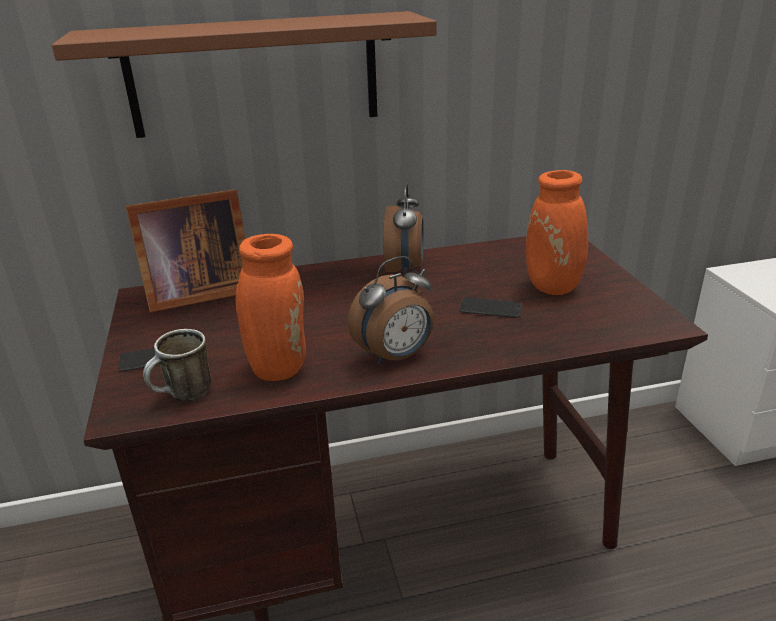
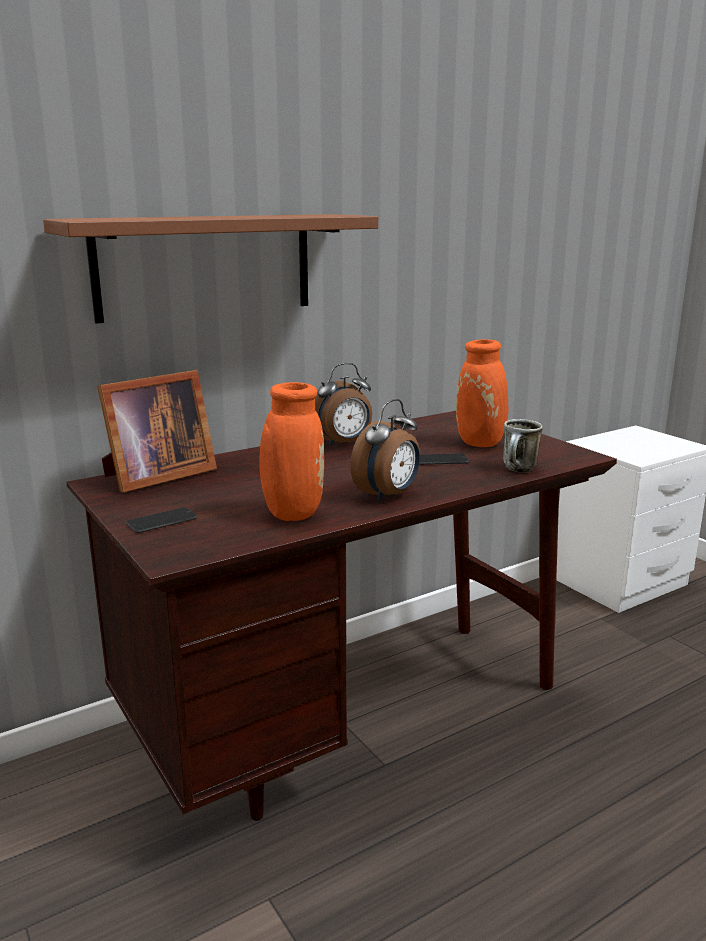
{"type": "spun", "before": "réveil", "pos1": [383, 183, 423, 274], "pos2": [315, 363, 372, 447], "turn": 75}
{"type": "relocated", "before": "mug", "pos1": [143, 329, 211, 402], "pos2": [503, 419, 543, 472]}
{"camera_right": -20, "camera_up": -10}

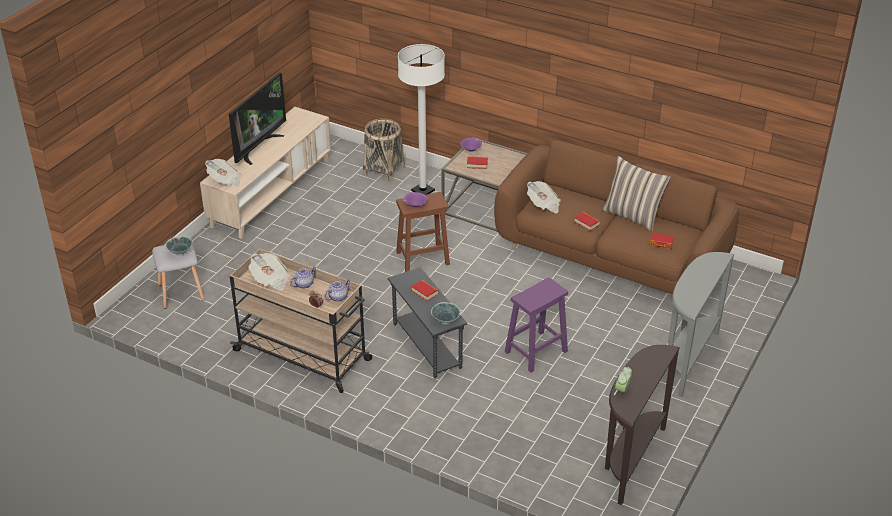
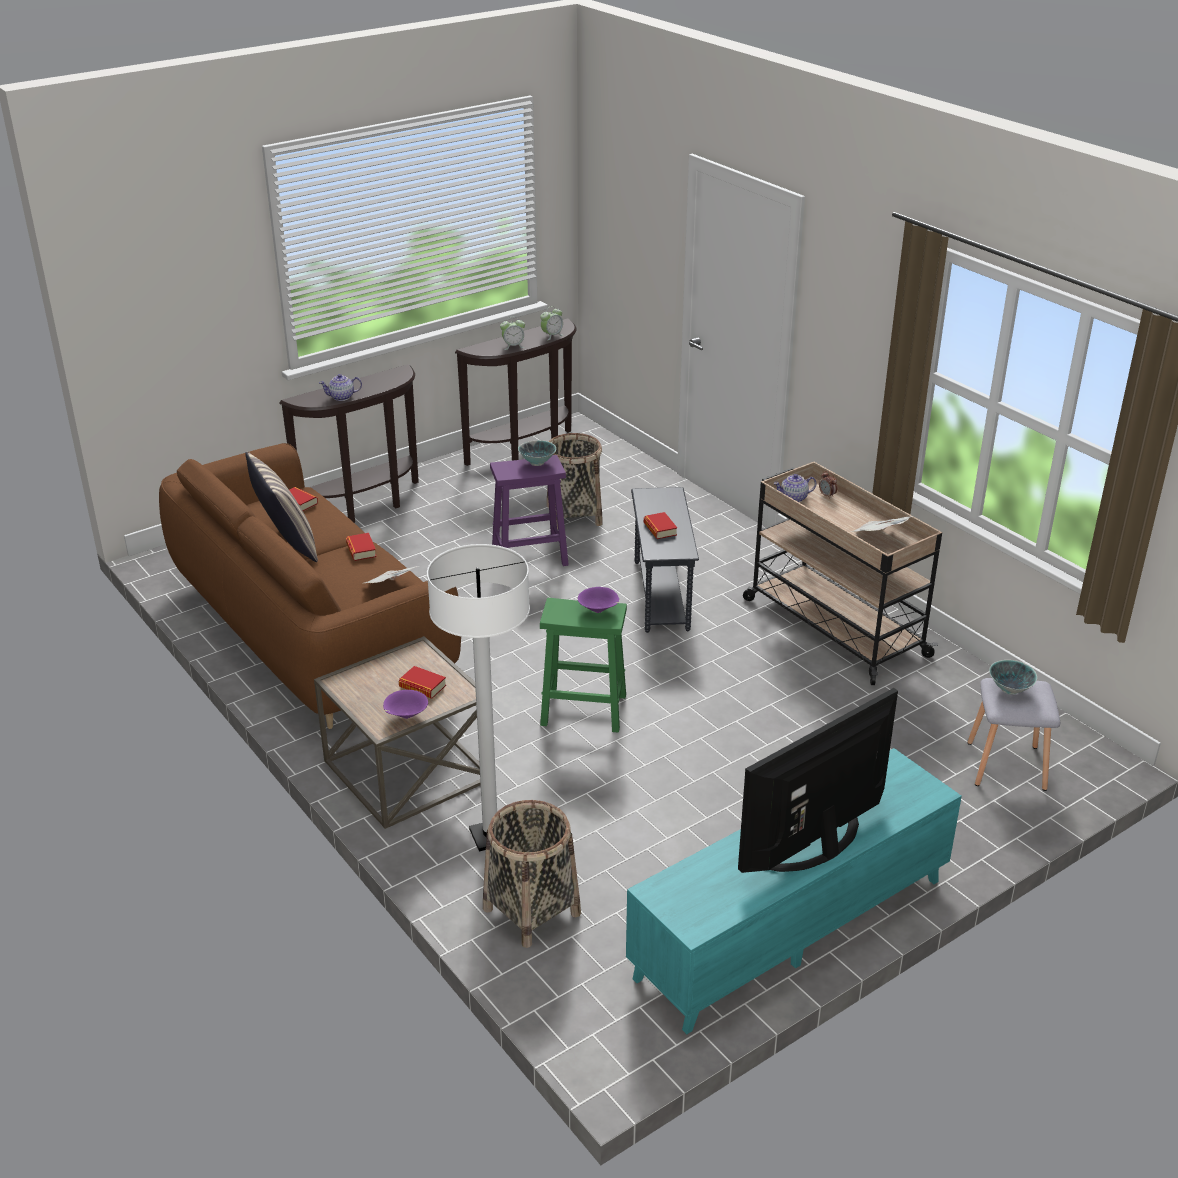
{"type": "colour", "before": "meuble télé/beige", "after": "meuble télé/turquoise", "pos1": [200, 107, 331, 239], "pos2": [626, 748, 962, 1034]}
{"type": "missing", "before": "journal", "pos1": [205, 159, 241, 187]}
{"type": "colour", "before": "tabouret/marron", "after": "tabouret/vert", "pos1": [396, 192, 450, 272], "pos2": [540, 598, 627, 733]}
{"type": "colour", "before": "table console/gris", "after": "table console/marron", "pos1": [668, 252, 734, 397], "pos2": [279, 364, 419, 523]}
{"type": "relocated", "before": "théière", "pos1": [290, 267, 317, 289], "pos2": [319, 374, 362, 401]}
{"type": "relocated", "before": "bol", "pos1": [431, 302, 460, 324], "pos2": [518, 440, 556, 466]}
{"type": "appeared", "after": "réveil", "pos2": [500, 319, 525, 350]}
{"type": "appeared", "after": "panier", "pos2": [547, 433, 603, 529]}
{"camera_right": -155, "camera_up": -5}

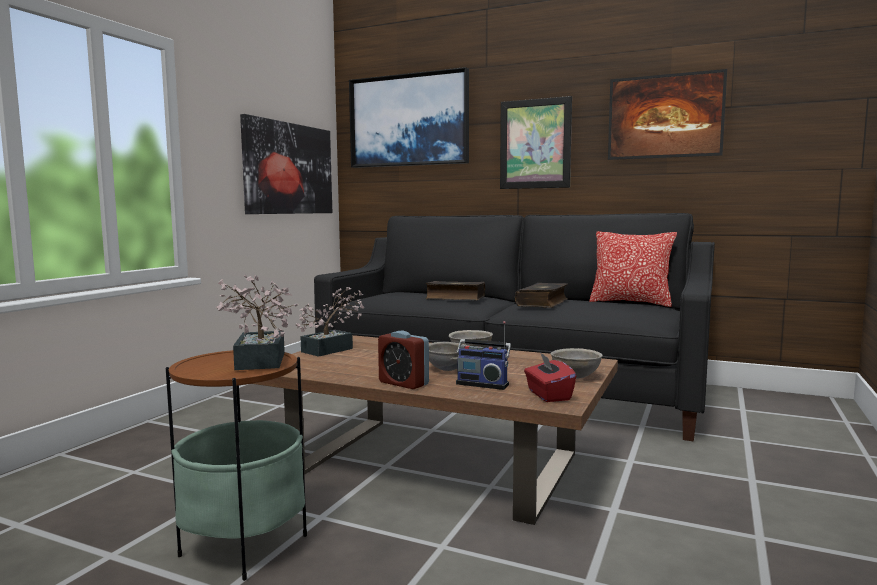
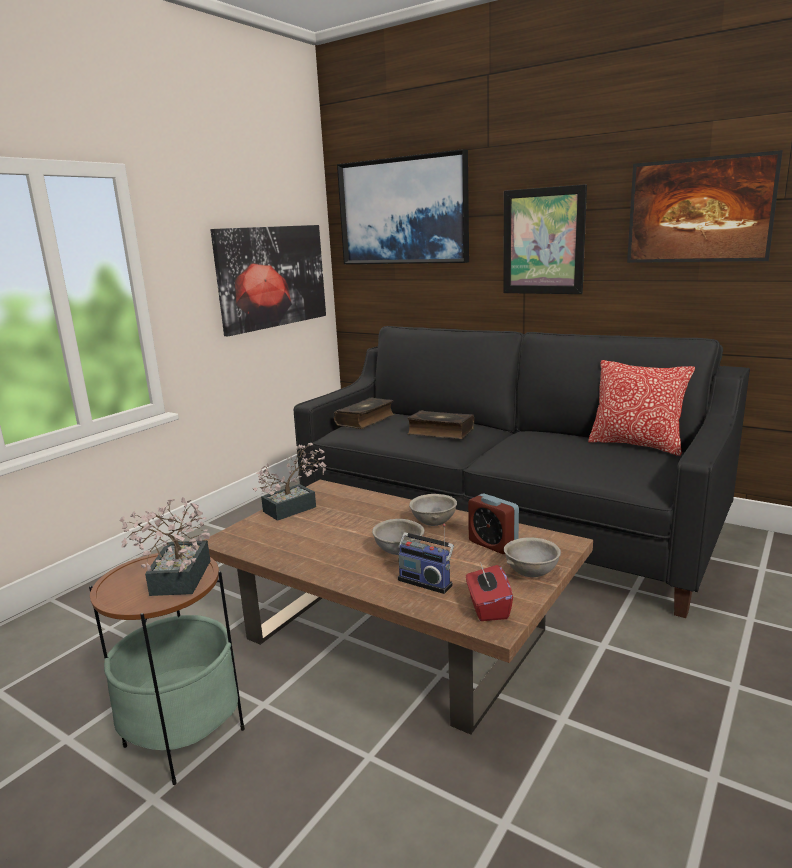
{"type": "relocated", "before": "livre", "pos1": [515, 283, 568, 308], "pos2": [334, 398, 395, 429]}
{"type": "relocated", "before": "réveil", "pos1": [378, 331, 429, 389], "pos2": [468, 493, 519, 554]}
{"camera_right": 10, "camera_up": 10}

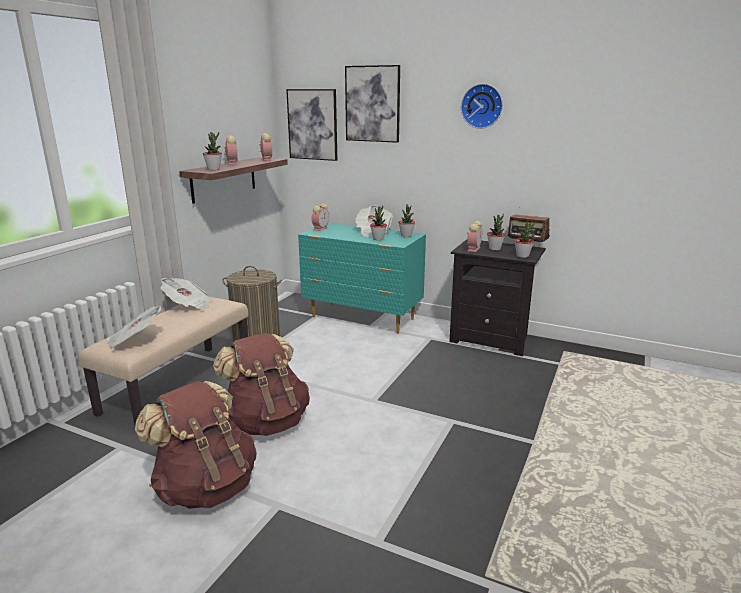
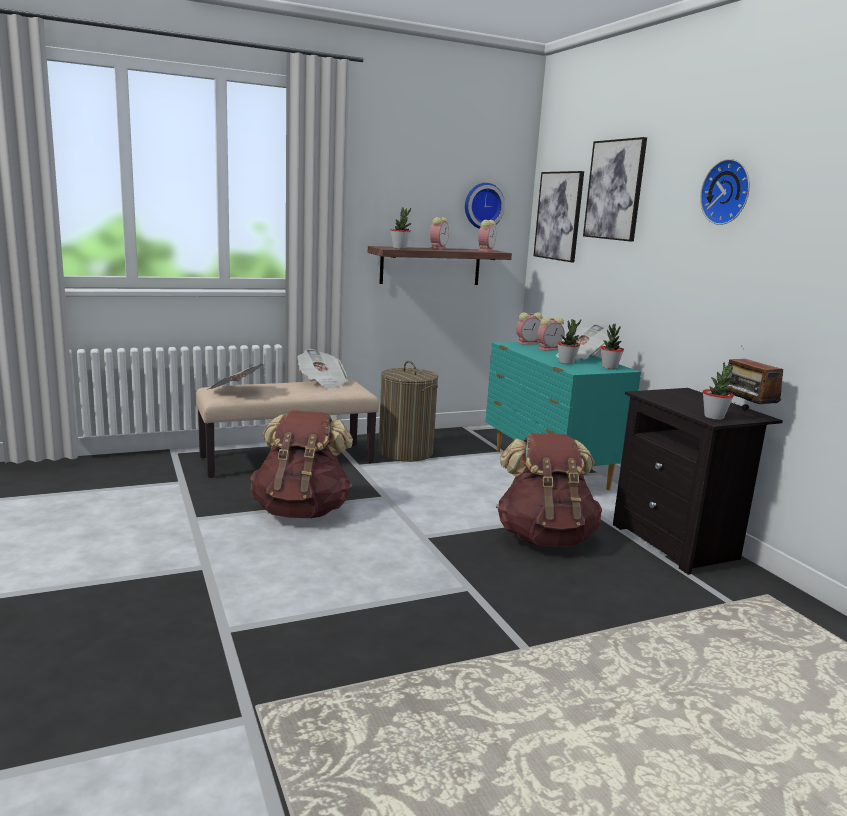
{"type": "missing", "before": "plante en pot", "pos1": [487, 214, 505, 250]}
{"type": "relocated", "before": "réveil", "pos1": [467, 221, 482, 252], "pos2": [537, 317, 565, 351]}
{"type": "relocated", "before": "sac à dos/marron", "pos1": [135, 381, 257, 509], "pos2": [496, 434, 602, 547]}
{"type": "appeared", "after": "horloge murale", "pos2": [465, 183, 505, 229]}
{"camera_right": 40, "camera_up": -5}

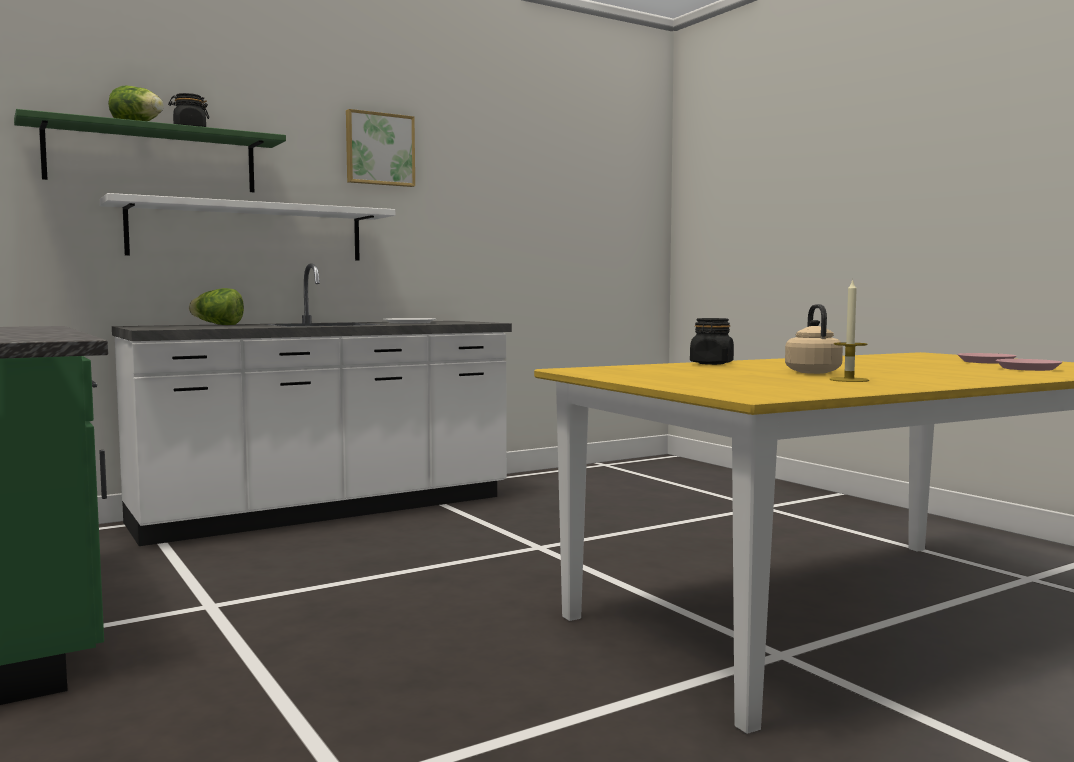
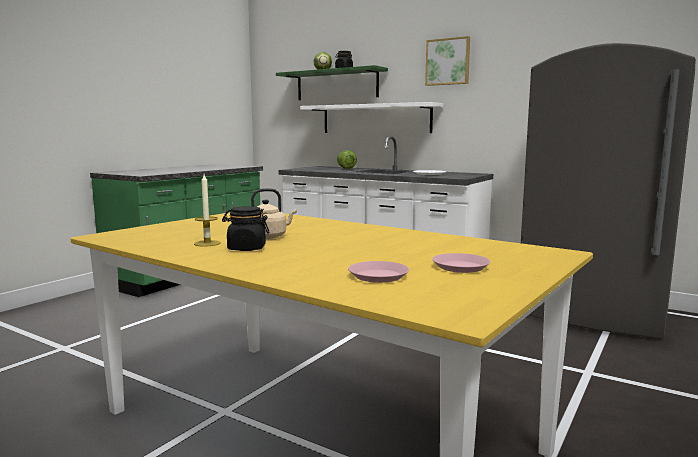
{"type": "relocated", "before": "bocal/noir", "pos1": [690, 318, 734, 365], "pos2": [222, 206, 269, 251]}
{"type": "appeared", "after": "réfrigérateur/gris", "pos2": [521, 43, 696, 339]}
{"camera_right": 65, "camera_up": 5}

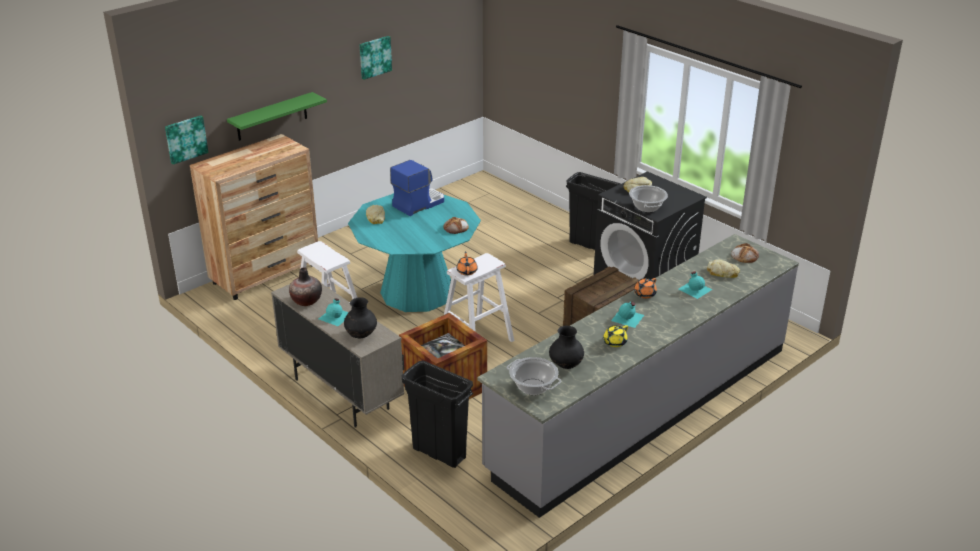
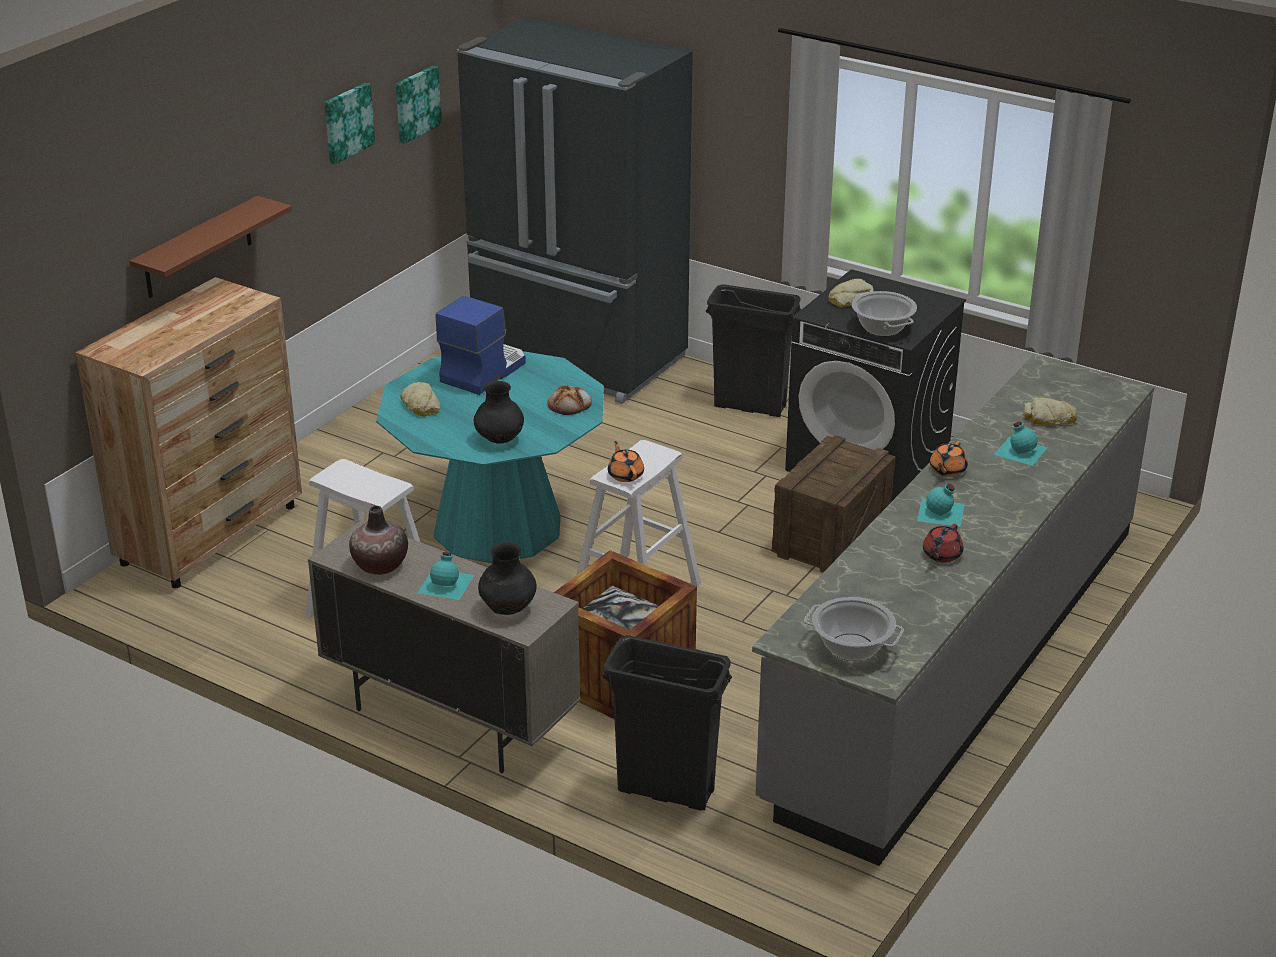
{"type": "colour", "before": "étagère/vert", "after": "étagère/marron", "pos1": [227, 92, 327, 141], "pos2": [129, 196, 292, 298]}
{"type": "relocated", "before": "tableau", "pos1": [165, 115, 208, 165], "pos2": [396, 65, 442, 144]}
{"type": "missing", "before": "pain", "pos1": [731, 243, 759, 263]}
{"type": "colour", "before": "théière/jaune", "after": "théière/rouge", "pos1": [602, 325, 628, 347], "pos2": [923, 524, 963, 563]}
{"type": "relocated", "before": "vase/noir", "pos1": [549, 326, 584, 369], "pos2": [474, 381, 524, 443]}
{"type": "appeared", "after": "réfrigérateur/noir", "pos2": [457, 16, 693, 404]}
{"camera_right": -15, "camera_up": 0}

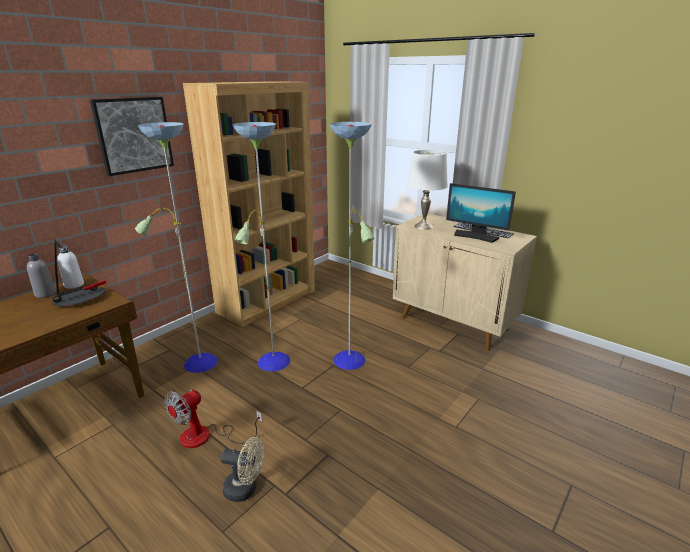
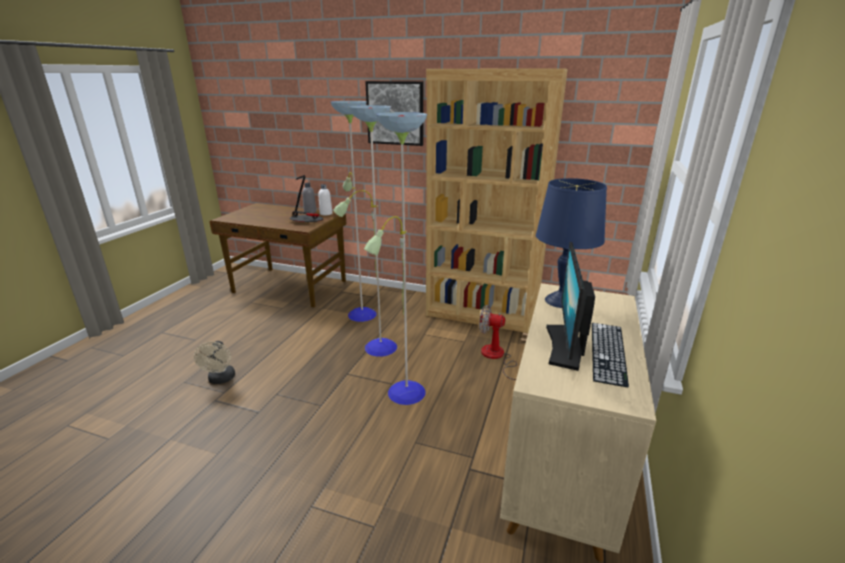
{"type": "colour", "before": "lampe de table/blanc", "after": "lampe de table/bleu", "pos1": [407, 150, 448, 230], "pos2": [536, 178, 607, 308]}
{"type": "relocated", "before": "ventilateur", "pos1": [164, 390, 262, 448], "pos2": [479, 305, 517, 380]}
{"camera_right": 70, "camera_up": 0}

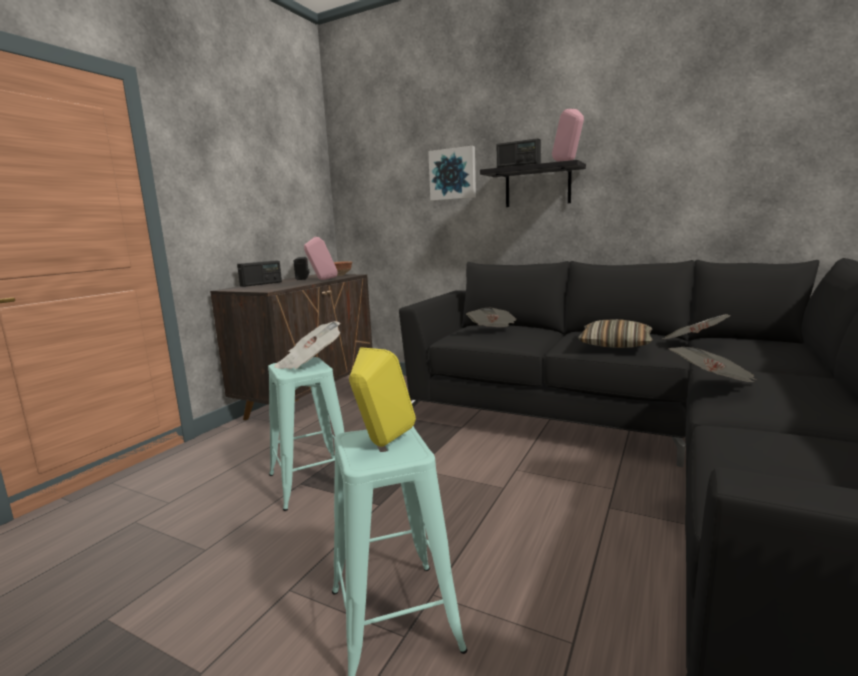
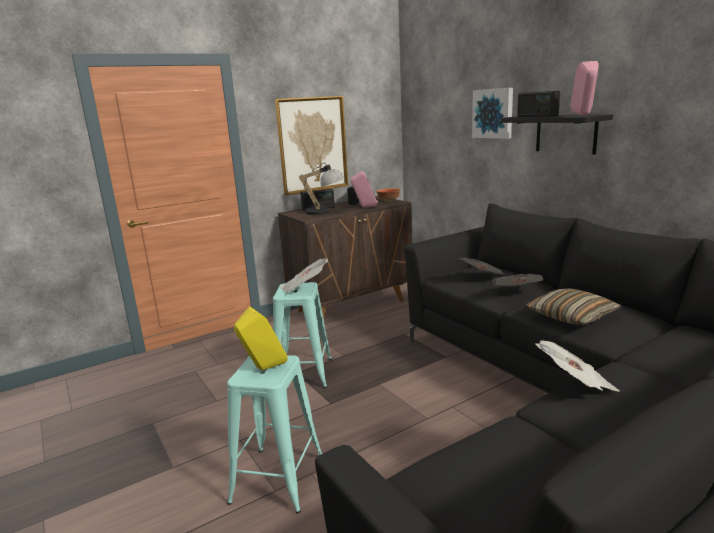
{"type": "relocated", "before": "journal", "pos1": [662, 314, 731, 339], "pos2": [492, 274, 543, 285]}
{"type": "appeared", "after": "tableau", "pos2": [275, 96, 348, 196]}
{"type": "appeared", "after": "lampe de table", "pos2": [297, 163, 345, 215]}
{"camera_right": 30, "camera_up": 5}

